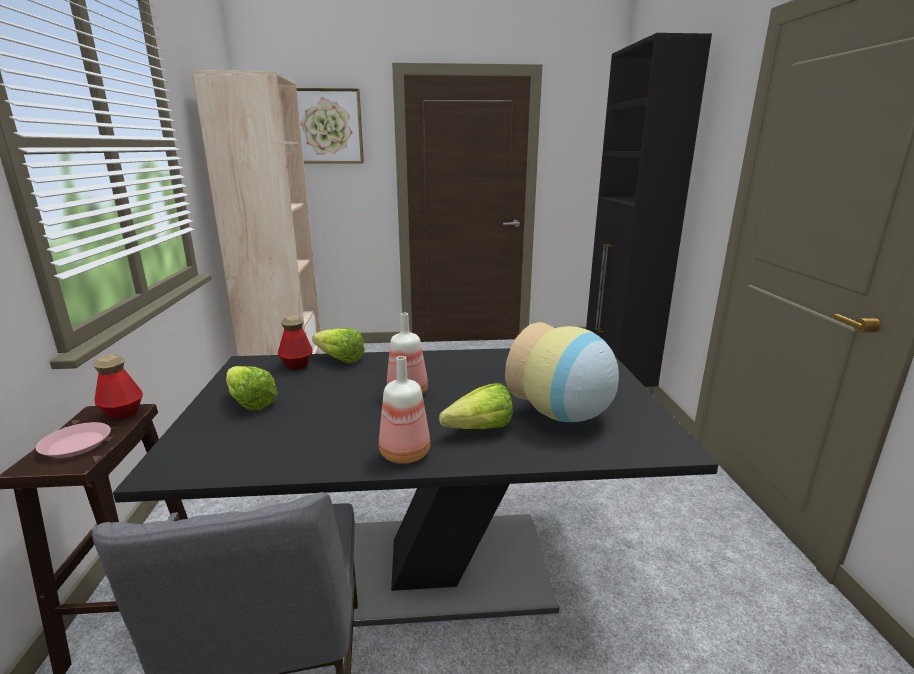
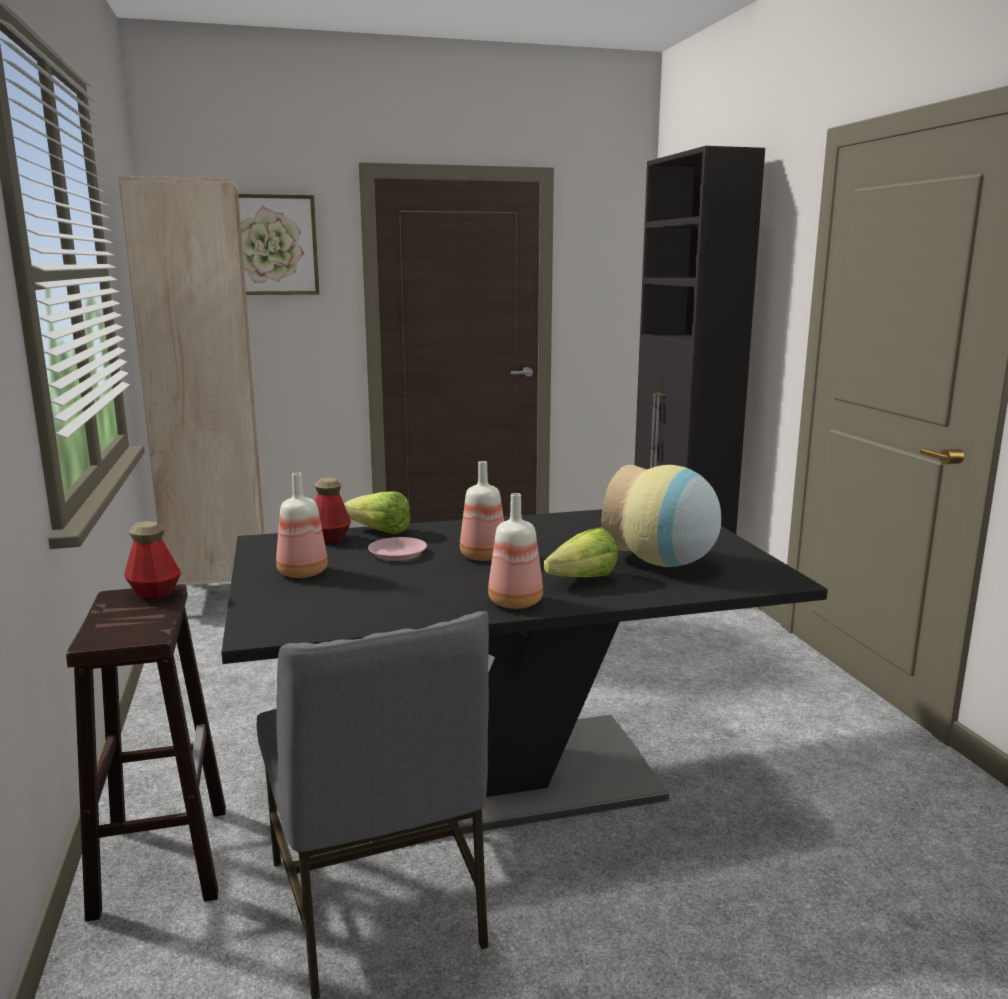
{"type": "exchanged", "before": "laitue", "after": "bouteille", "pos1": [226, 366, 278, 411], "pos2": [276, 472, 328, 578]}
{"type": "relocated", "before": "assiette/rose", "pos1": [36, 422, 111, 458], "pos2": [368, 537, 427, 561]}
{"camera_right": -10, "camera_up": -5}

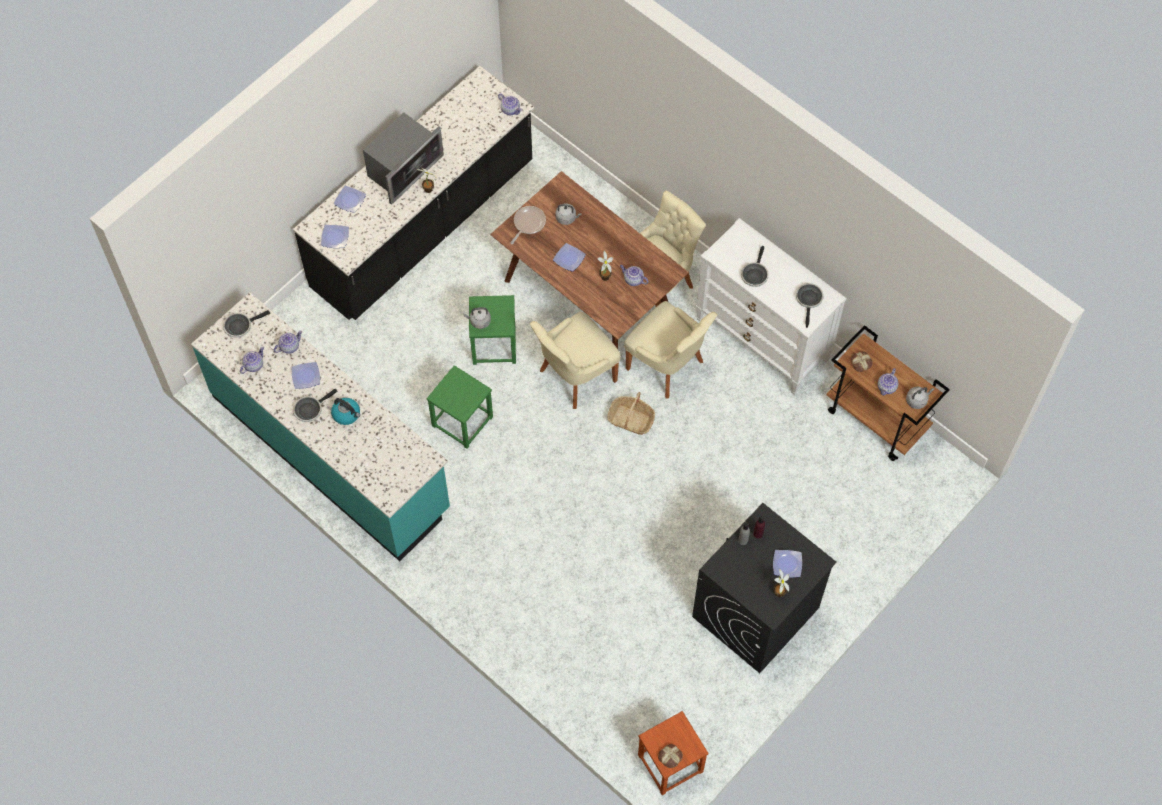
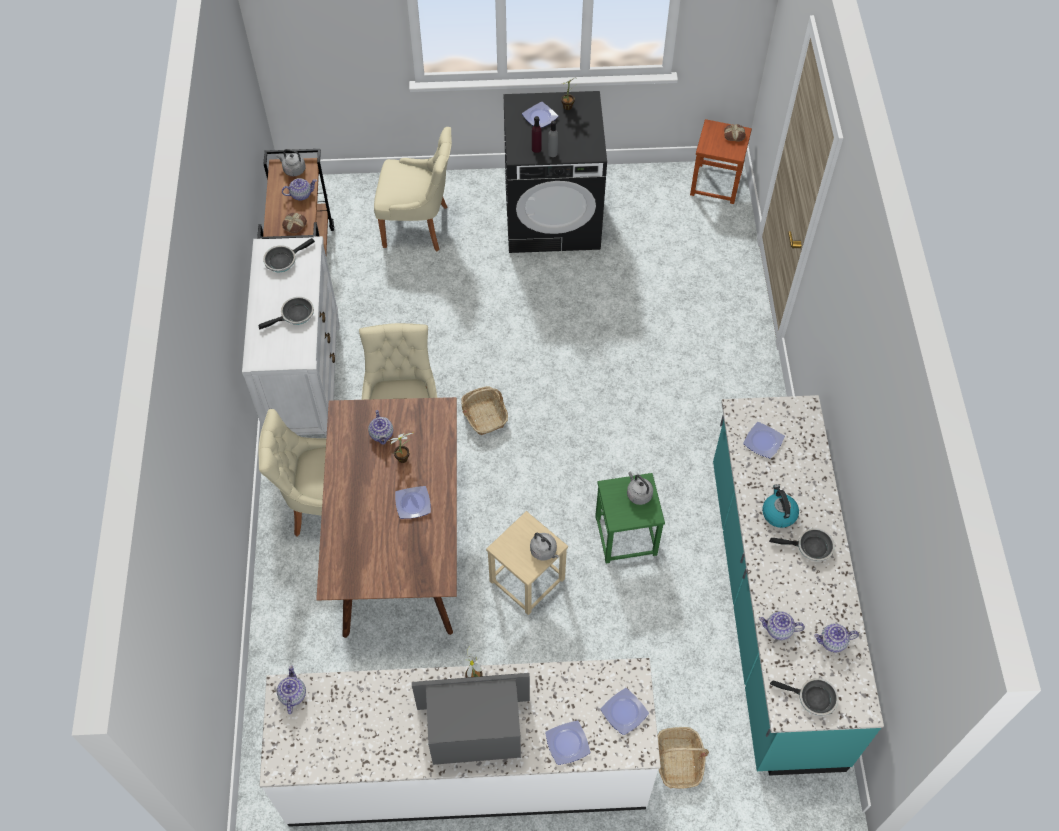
{"type": "colour", "before": "comptoir de cuisine/noir", "after": "comptoir de cuisine/blanc", "pos1": [293, 66, 535, 320], "pos2": [260, 658, 661, 827]}
{"type": "relocated", "before": "bouilloire/gris", "pos1": [556, 204, 582, 225], "pos2": [627, 472, 653, 505]}
{"type": "missing", "before": "poêle", "pos1": [510, 206, 546, 244]}
{"type": "colour", "before": "tabouret/vert", "after": "tabouret/beige", "pos1": [469, 295, 516, 365], "pos2": [486, 511, 568, 615]}
{"type": "relocated", "before": "chaise/beige", "pos1": [530, 312, 621, 409], "pos2": [374, 127, 452, 251]}
{"type": "relocated", "before": "assiette", "pos1": [292, 362, 320, 389], "pos2": [743, 422, 785, 458]}
{"type": "appeared", "after": "panier", "pos2": [658, 727, 709, 789]}
{"camera_right": -135, "camera_up": -5}

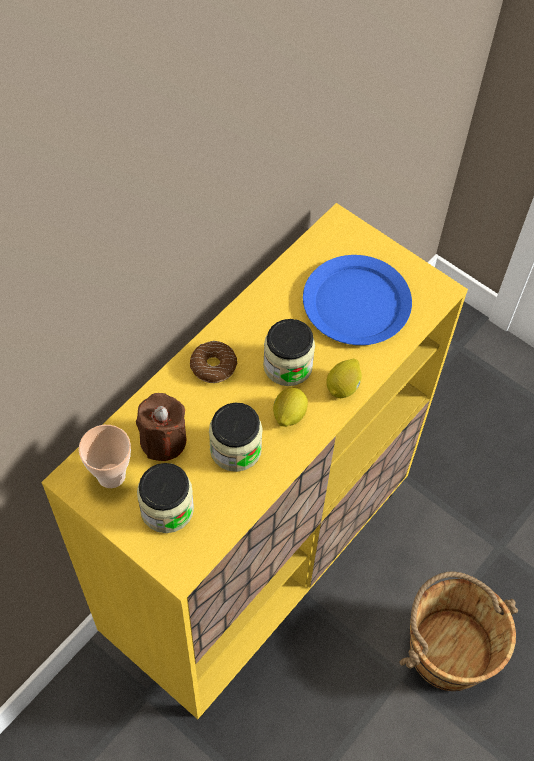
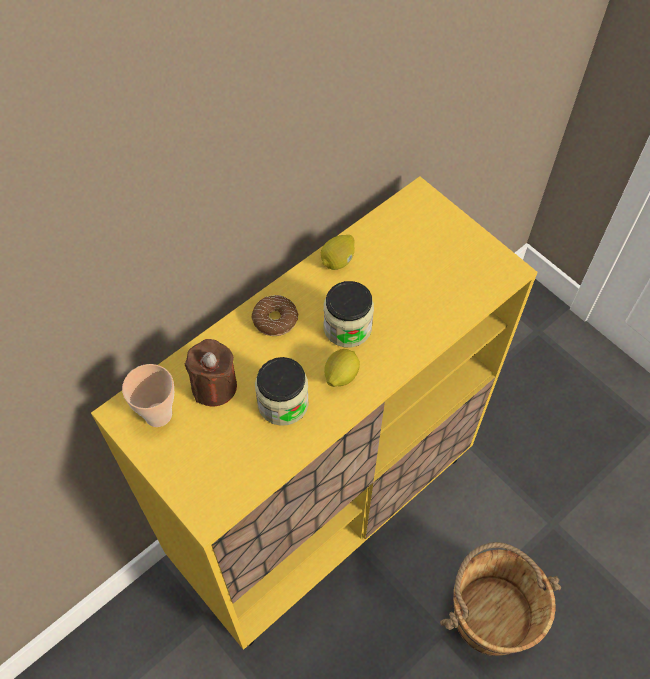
{"type": "missing", "before": "assiette/bleu", "pos1": [303, 255, 412, 345]}
{"type": "relocated", "before": "citron", "pos1": [326, 359, 362, 398], "pos2": [321, 235, 355, 270]}
{"type": "missing", "before": "bocal", "pos1": [137, 463, 194, 533]}
{"camera_right": 10, "camera_up": 0}

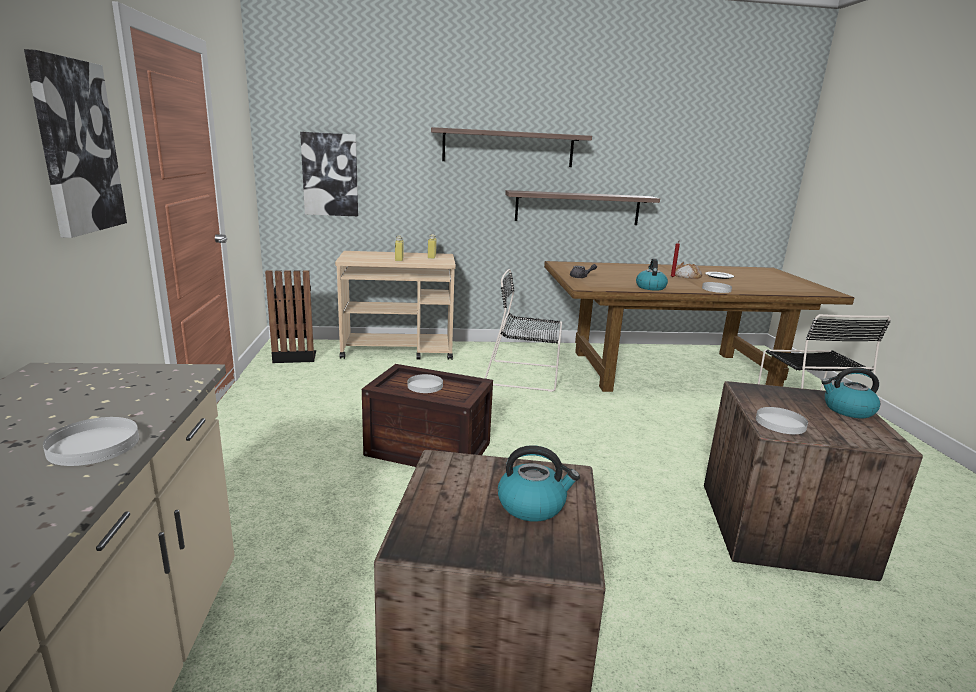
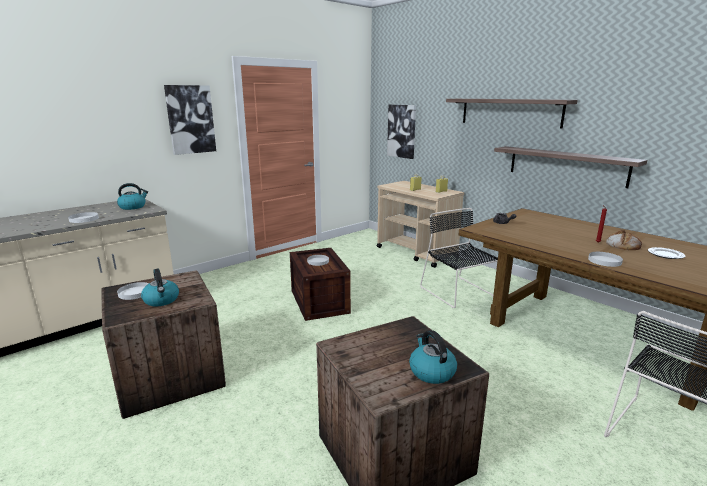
{"type": "relocated", "before": "bouilloire", "pos1": [636, 258, 668, 291], "pos2": [117, 183, 148, 210]}
{"type": "missing", "before": "poubelle/noir", "pos1": [265, 270, 316, 363]}
{"type": "relocated", "before": "assiette/blanc", "pos1": [756, 407, 808, 434], "pos2": [117, 282, 149, 300]}
{"camera_right": 55, "camera_up": 0}

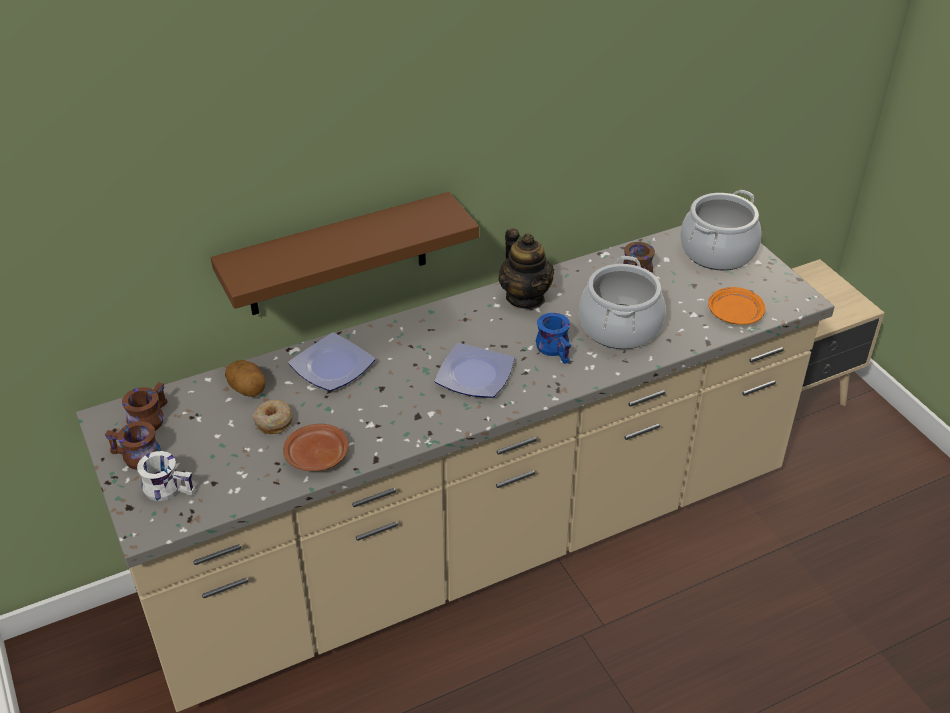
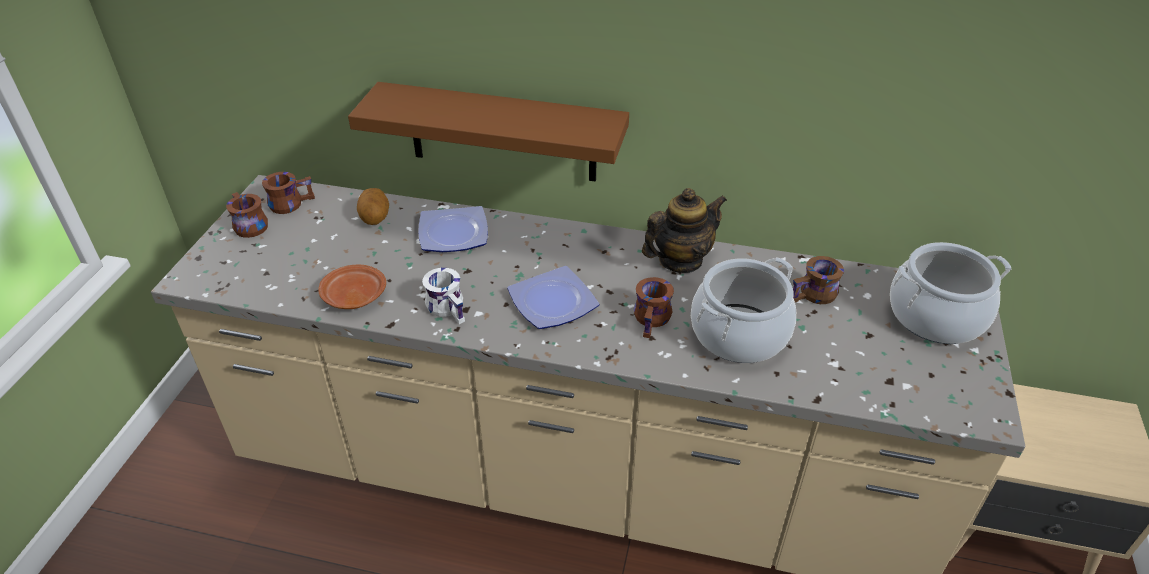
{"type": "spun", "before": "théière", "pos1": [498, 228, 554, 309], "pos2": [642, 188, 727, 273], "turn": -135}
{"type": "missing", "before": "assiette/orange", "pos1": [708, 287, 765, 325]}
{"type": "colour", "before": "mug/bleu", "after": "mug/marron", "pos1": [536, 313, 571, 364], "pos2": [634, 277, 674, 338]}
{"type": "missing", "before": "beignet", "pos1": [253, 400, 293, 434]}
{"type": "relocated", "before": "mug/blanc", "pos1": [137, 451, 195, 501], "pos2": [422, 268, 465, 324]}
{"camera_right": 40, "camera_up": 0}

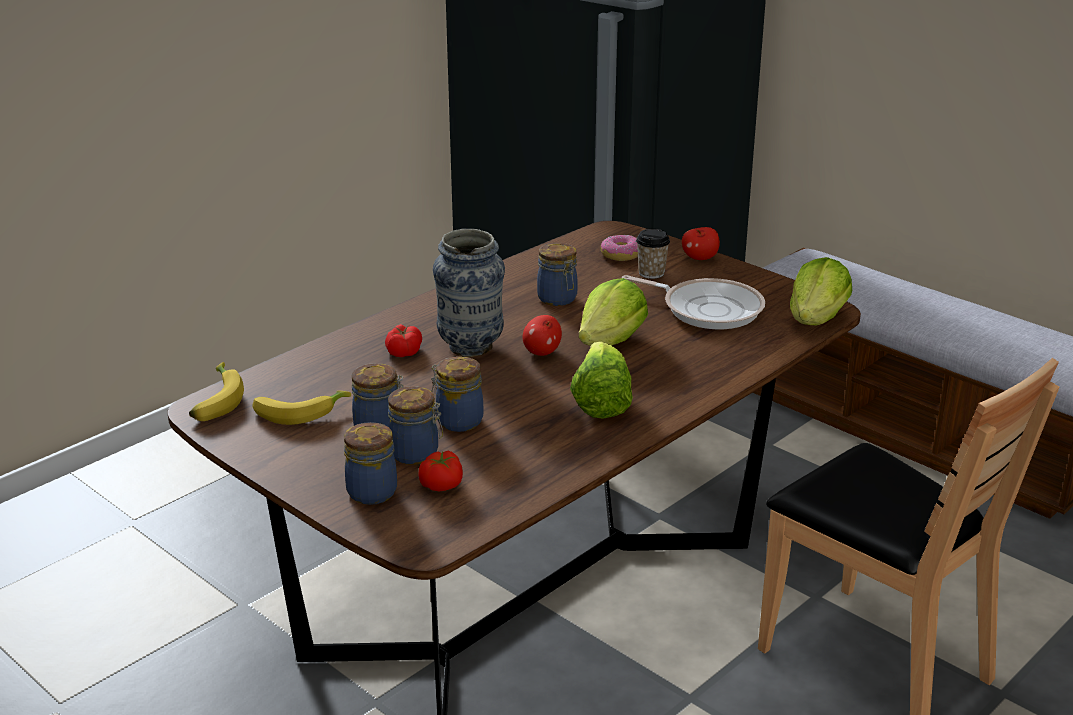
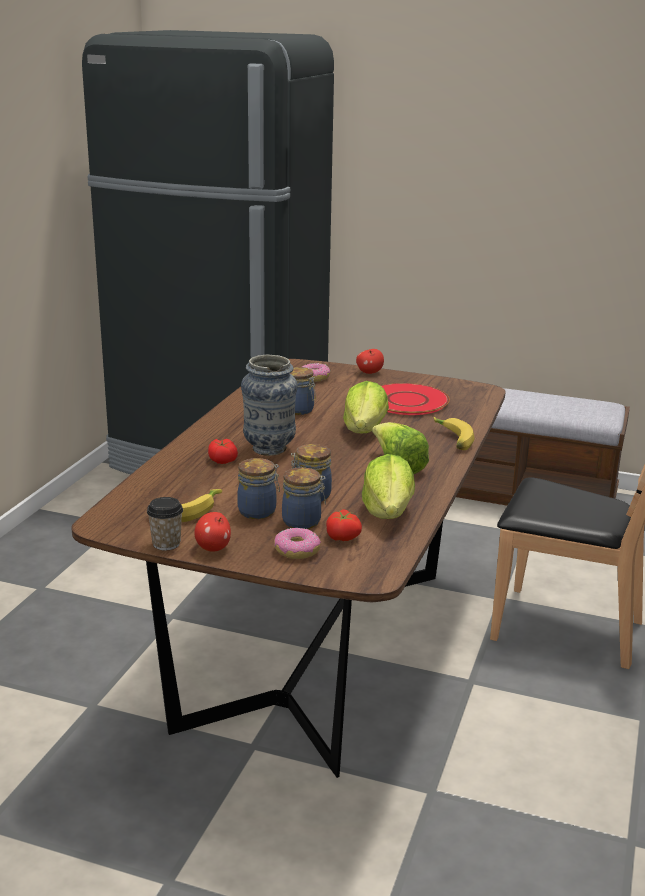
{"type": "relocated", "before": "tasse", "pos1": [636, 229, 670, 279], "pos2": [147, 497, 183, 550]}
{"type": "relocated", "before": "laitue", "pos1": [790, 257, 852, 326], "pos2": [362, 454, 415, 519]}
{"type": "exchanged", "before": "poêle", "after": "assiette/rouge", "pos1": [622, 275, 765, 329], "pos2": [380, 383, 450, 415]}
{"type": "relocated", "before": "pomme", "pos1": [522, 315, 562, 356], "pos2": [194, 512, 231, 552]}
{"type": "relocated", "before": "banane", "pos1": [189, 362, 244, 421], "pos2": [434, 417, 475, 450]}
{"type": "exchanged", "before": "bocal", "after": "beignet", "pos1": [344, 422, 397, 505], "pos2": [274, 528, 321, 559]}
{"camera_right": -25, "camera_up": -5}

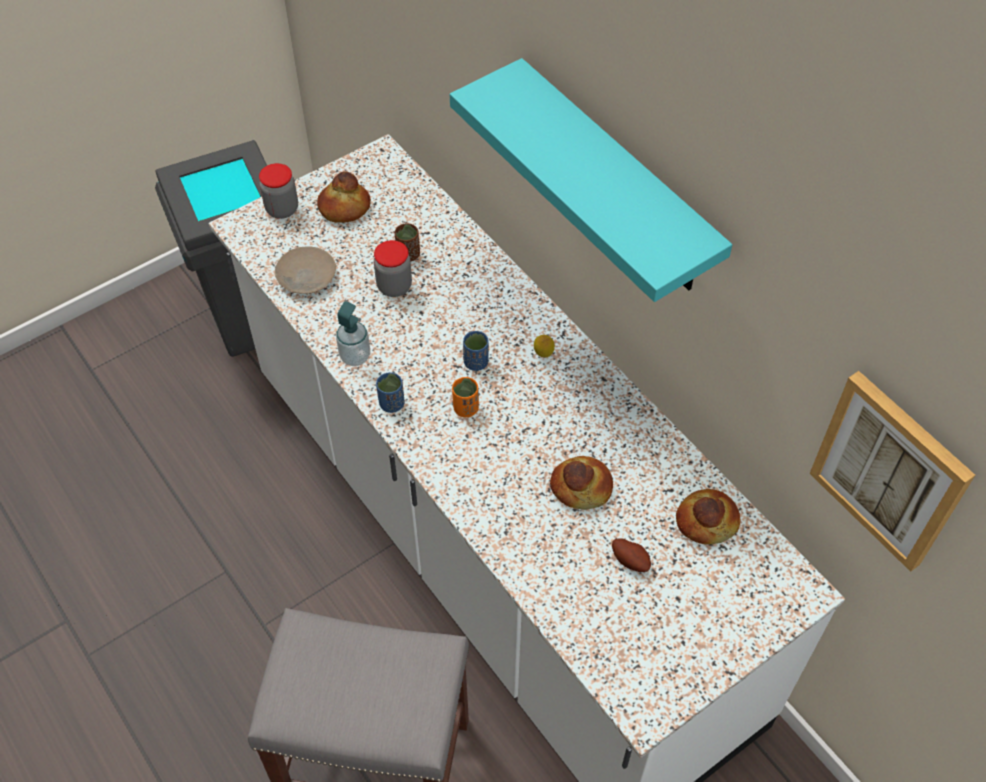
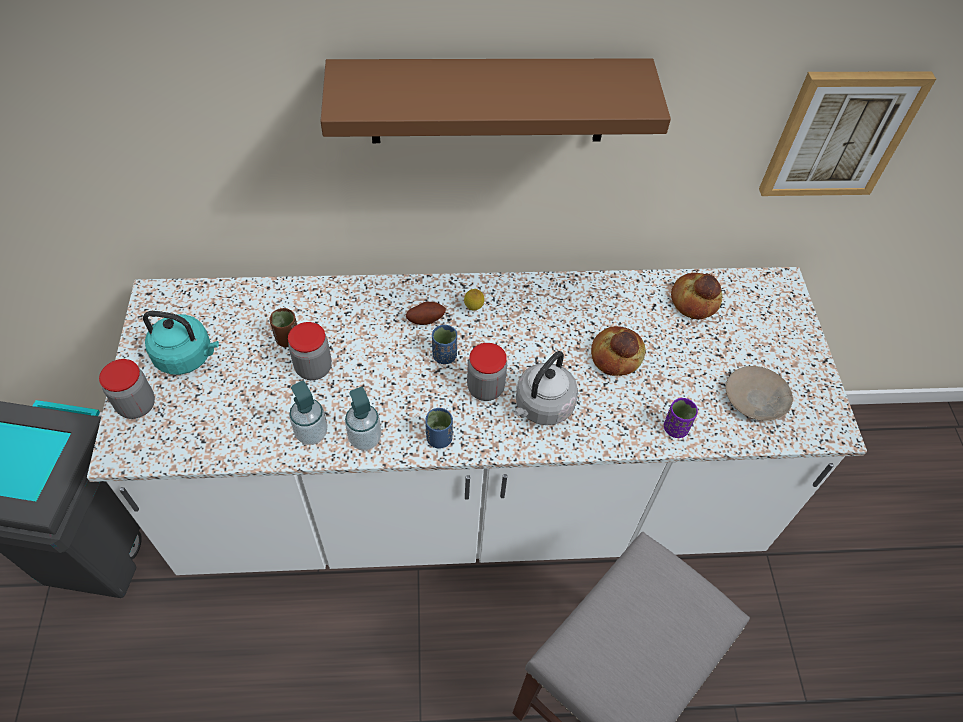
{"type": "colour", "before": "étagère/turquoise", "after": "étagère/marron", "pos1": [450, 58, 732, 302], "pos2": [320, 58, 671, 143]}
{"type": "exchanged", "before": "pain", "after": "bouilloire/turquoise", "pos1": [317, 171, 371, 223], "pos2": [143, 311, 219, 375]}
{"type": "relocated", "before": "assiette/beige", "pos1": [275, 246, 336, 294], "pos2": [726, 366, 793, 421]}
{"type": "exchanged", "before": "tasse/orange", "after": "bocal", "pos1": [452, 377, 479, 417], "pos2": [467, 343, 507, 401]}
{"type": "relocated", "before": "pomme de terre", "pos1": [612, 538, 651, 572], "pos2": [406, 302, 446, 325]}
{"type": "appeared", "after": "bouilloire/gris", "pos2": [513, 351, 578, 425]}
{"type": "appeared", "after": "distributeur de savon", "pos2": [289, 381, 328, 445]}
{"type": "appeared", "after": "tasse/violet", "pos2": [664, 398, 698, 438]}
{"camera_right": -60, "camera_up": 0}

